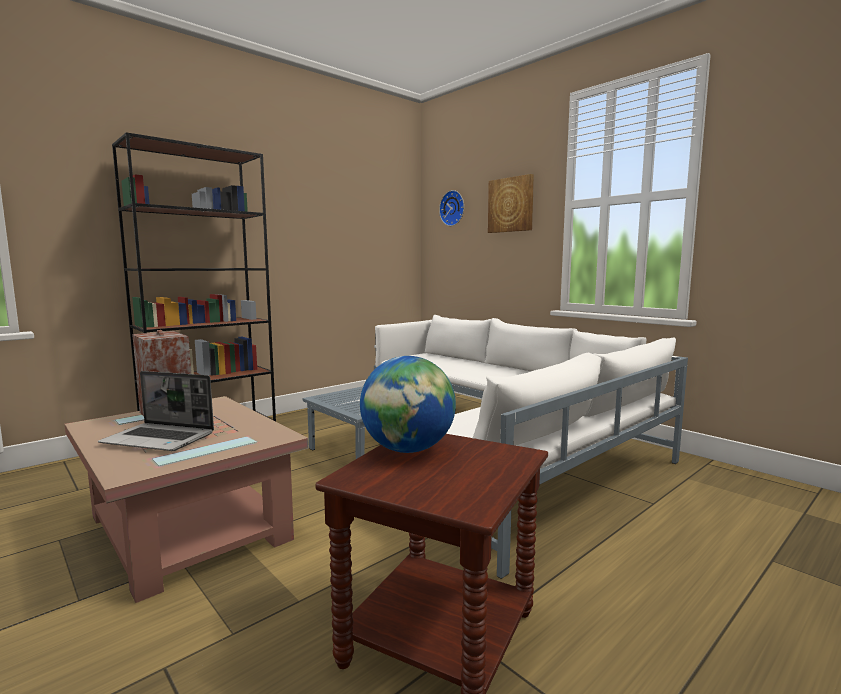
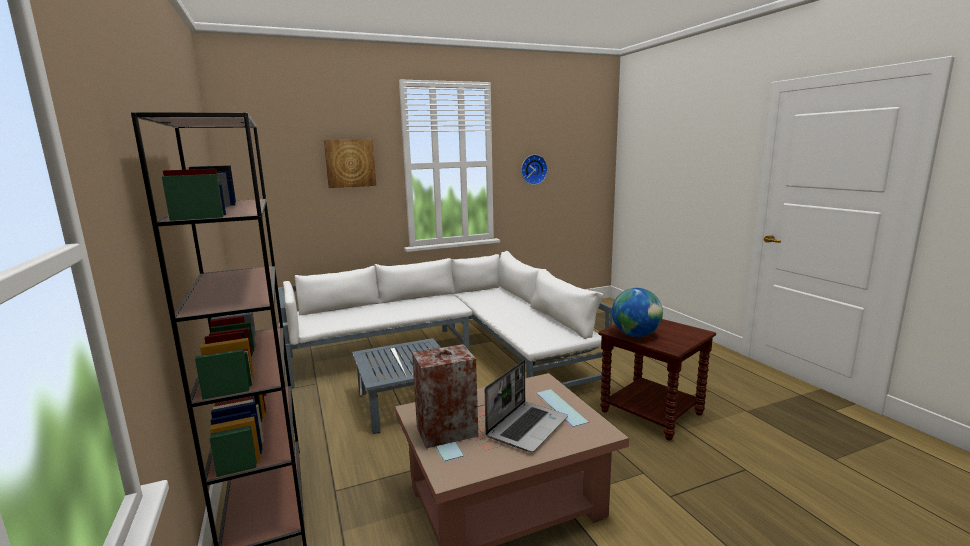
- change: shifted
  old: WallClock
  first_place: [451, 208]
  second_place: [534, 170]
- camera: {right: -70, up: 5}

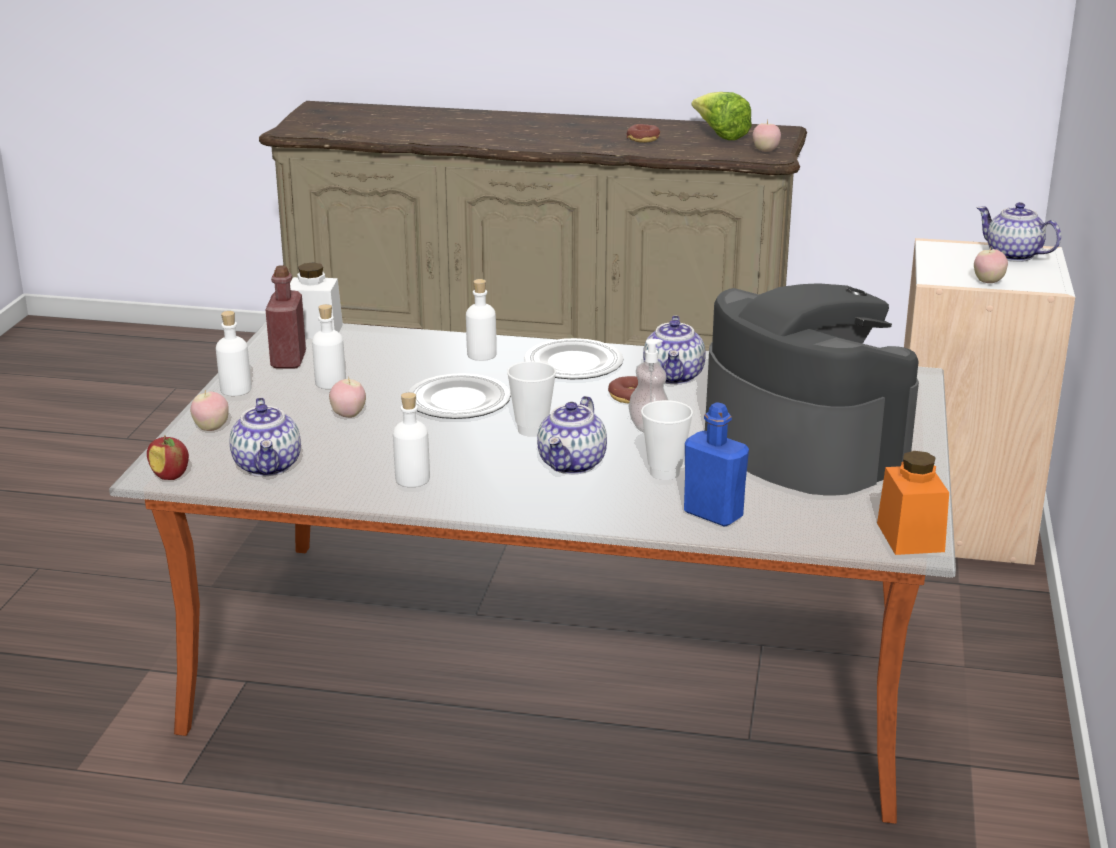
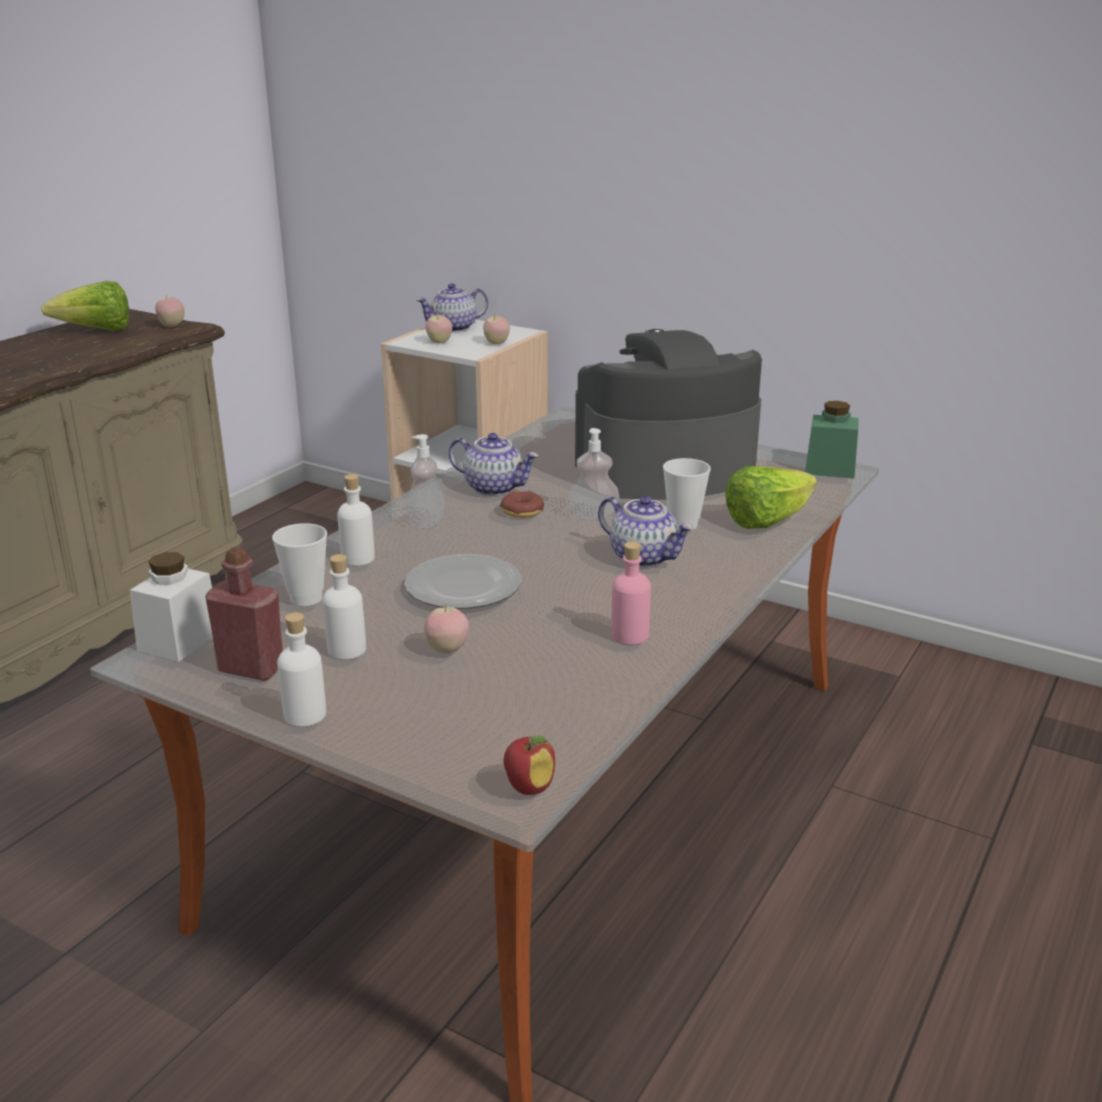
- change: shifted
  old: Apple
  first_place: [209, 410]
  second_place: [438, 329]
- change: gone
  old: Teapot
  first_place: [265, 436]
- change: repainted
  old: WhiteBottle
  new: PinkBottle
  first_place: [411, 439]
  second_place: [631, 593]
- change: shifted
  old: Cup
  first_place: [531, 399]
  second_place: [299, 564]
- change: swapped
  old: Plate
  new: SoapDispenser
  first_place: [574, 358]
  second_place: [426, 481]
- change: gone
  old: Donut
  first_place: [643, 133]
- change: swapped
  old: BlueBottle
  new: Lettuce
  first_place: [716, 465]
  second_place: [771, 497]
- change: repainted
  old: OrangeJar
  new: GreenJar
  first_place: [913, 503]
  second_place: [832, 439]
- camera: {right: -70, up: 0}

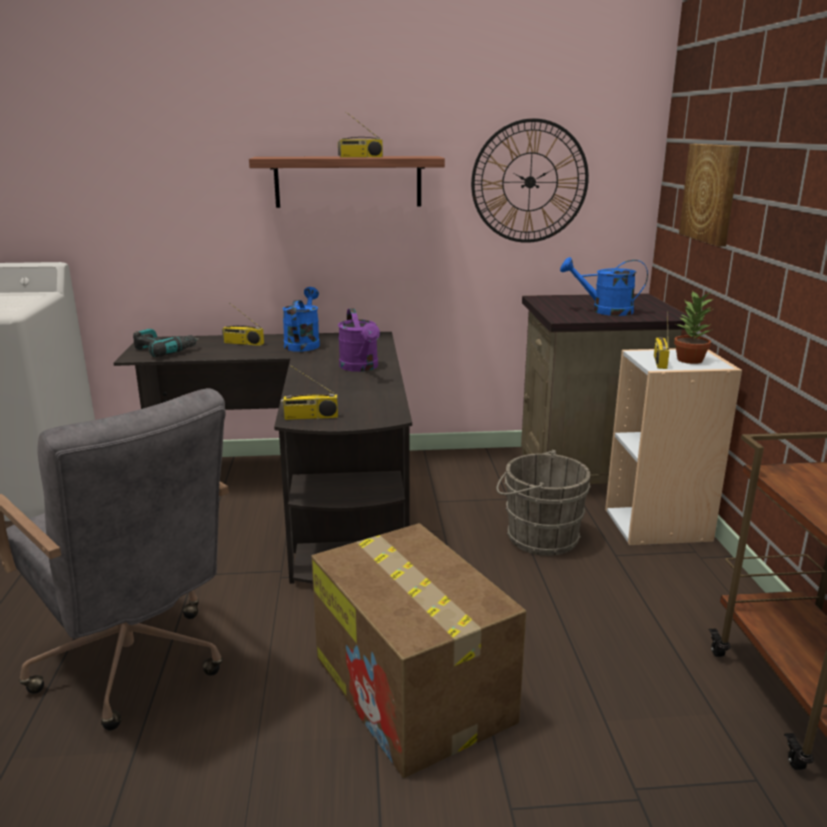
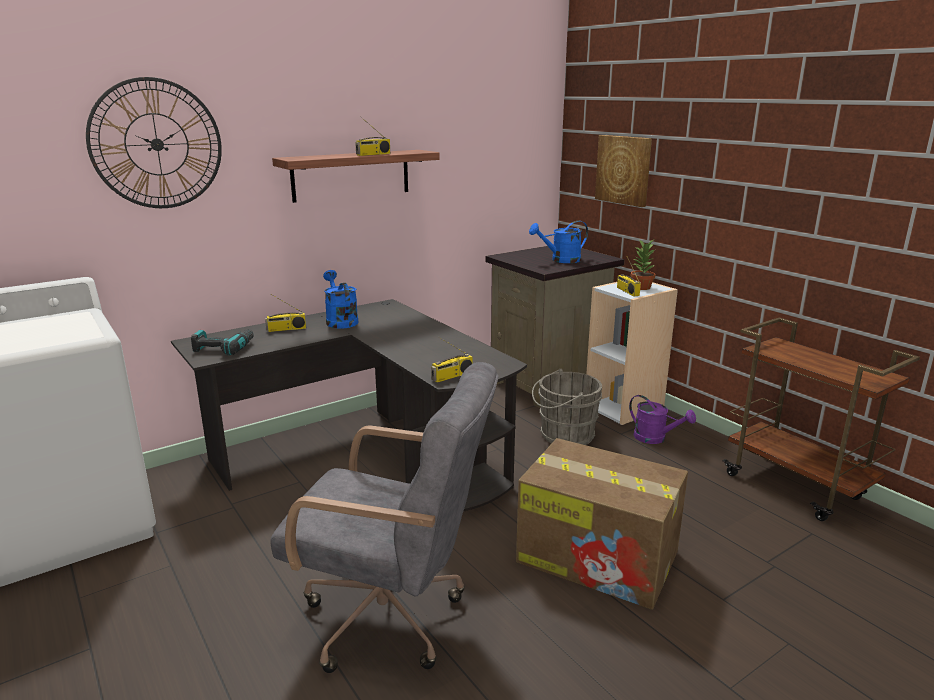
- change: shifted
  old: PurpleWateringCan
  first_place: [359, 340]
  second_place: [662, 419]
- change: shifted
  old: WallClock
  first_place: [530, 180]
  second_place: [154, 142]
- camera: {right: -30, up: 0}

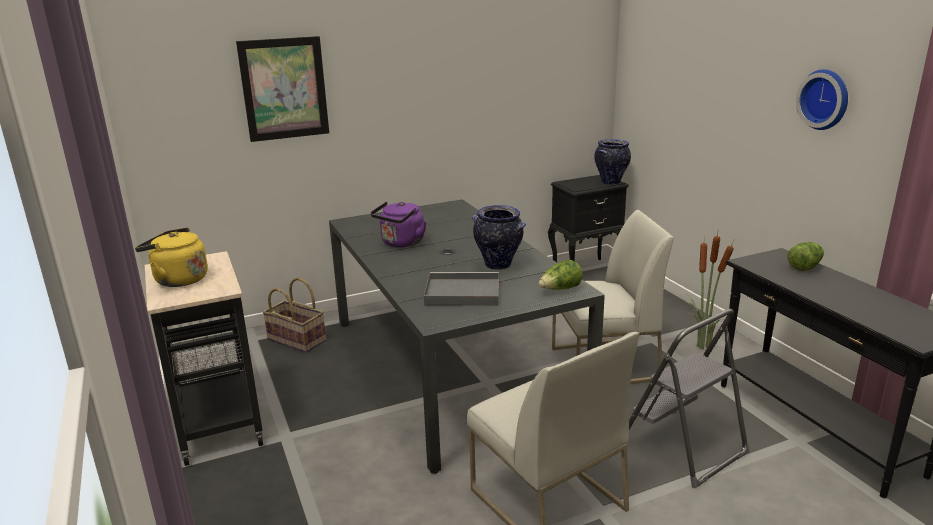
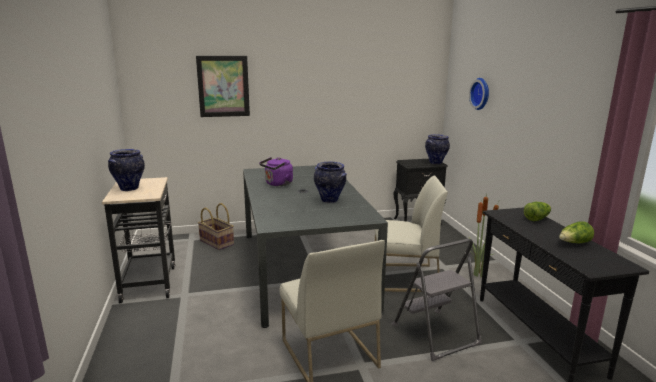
- change: swapped
  old: YellowKettle
  new: Vase
  first_place: [171, 257]
  second_place: [126, 170]
- change: gone
  old: GreyTray
  first_place: [461, 289]
- change: shifted
  old: Lettuce
  first_place: [560, 275]
  second_place: [576, 232]
- change: shifted
  old: WallClock
  first_place: [822, 99]
  second_place: [479, 94]
- camera: {right: 10, up: -5}

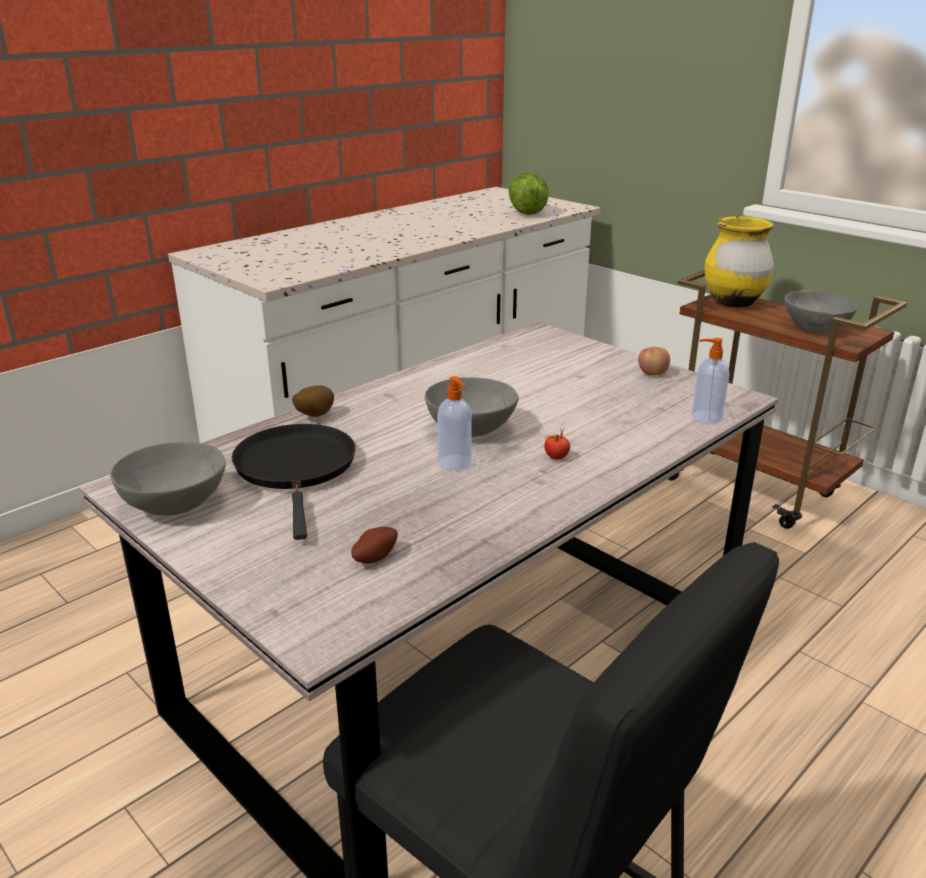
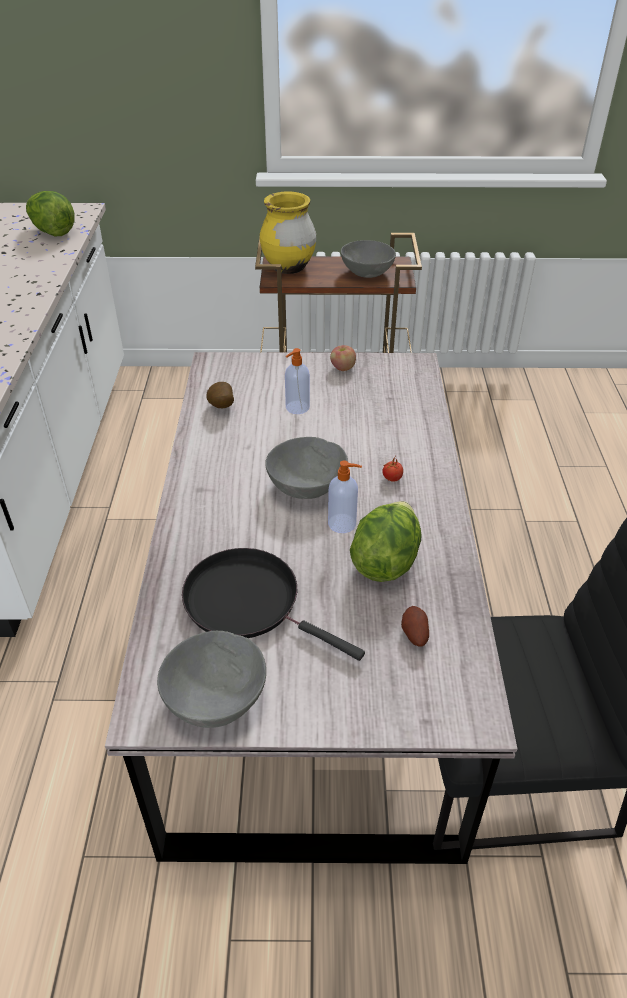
- change: shifted
  old: Potato
  first_place: [313, 401]
  second_place: [220, 395]
- change: shifted
  old: SoapDispenser
  first_place: [711, 381]
  second_place: [297, 381]
- change: new
  new: Lettuce
  second_place: [386, 541]
- camera: {right: -45, up: 15}

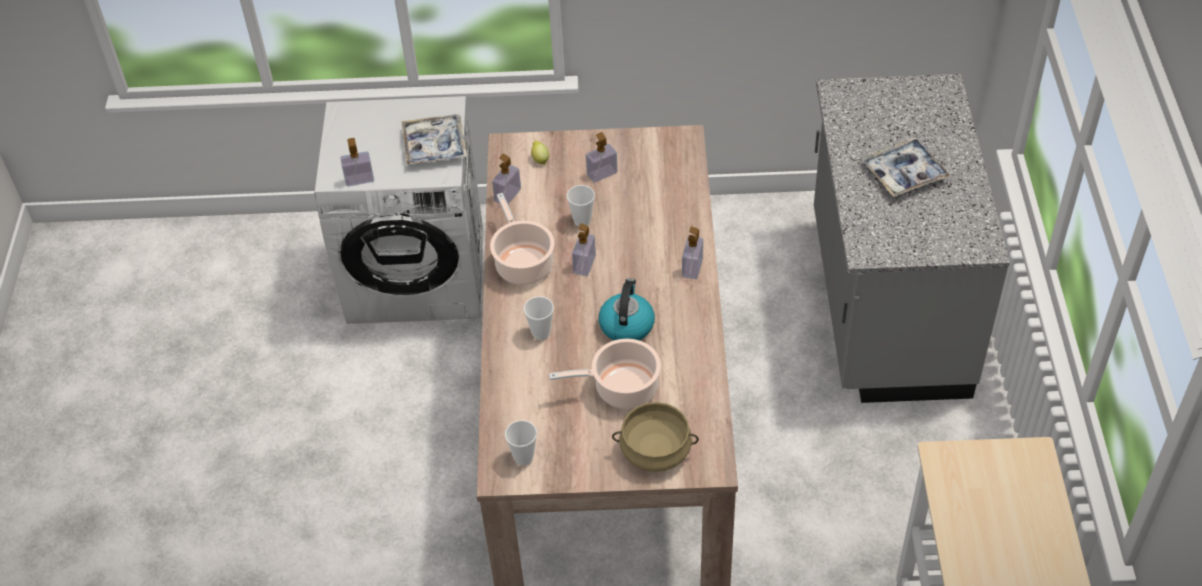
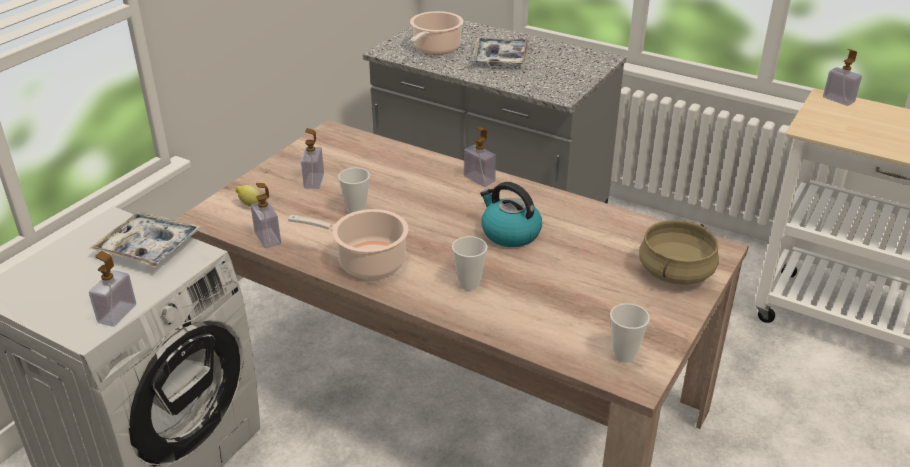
- change: shifted
  old: CookingPot
  first_place: [605, 373]
  second_place: [436, 33]
- change: shifted
  old: SoapDispenser
  first_place: [584, 249]
  second_place: [842, 77]
- camera: {right: -60, up: -15}

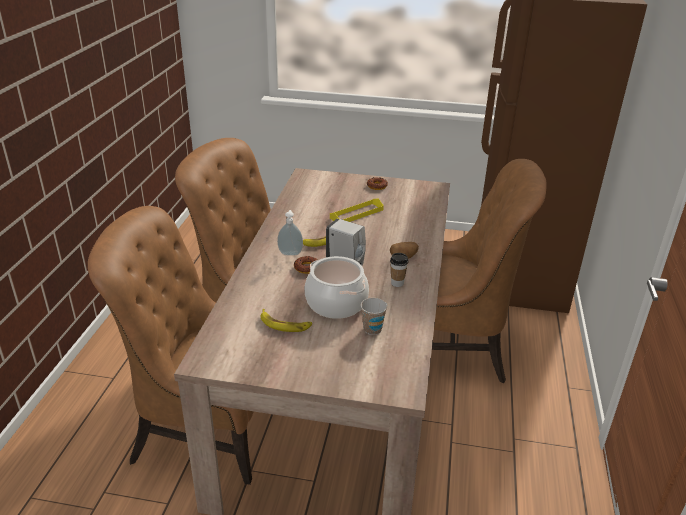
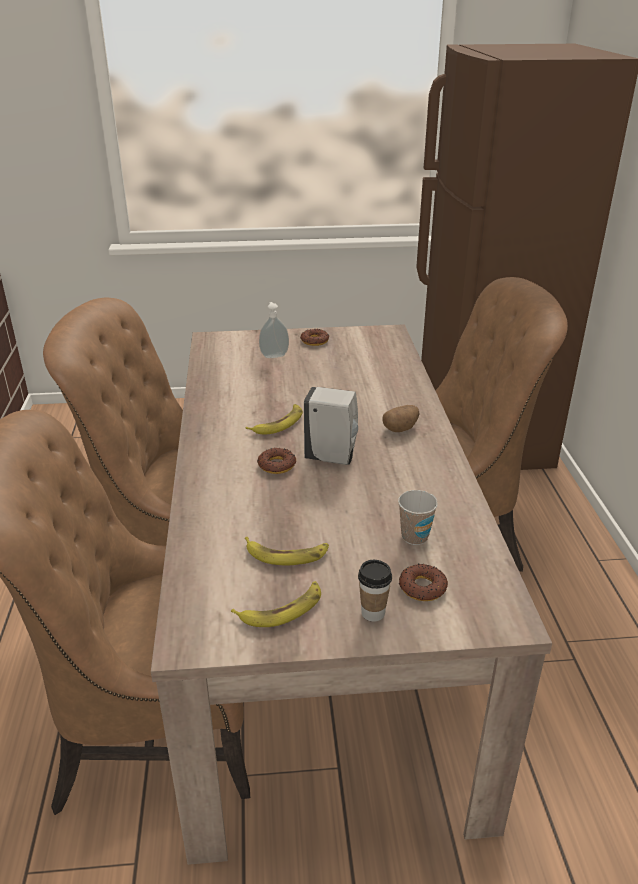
- change: shifted
  old: SoapDispenser
  first_place: [290, 233]
  second_place: [274, 330]
- change: gone
  old: CookingPot
  first_place: [337, 287]
- change: gone
  old: YellowTray
  first_place: [357, 210]
- change: shifted
  old: Cup
  first_place: [399, 270]
  second_place: [375, 591]
- change: new
  new: Banana
  second_place: [276, 604]
- change: new
  new: Donut
  second_place: [423, 582]
- camera: {right: -15, up: 0}

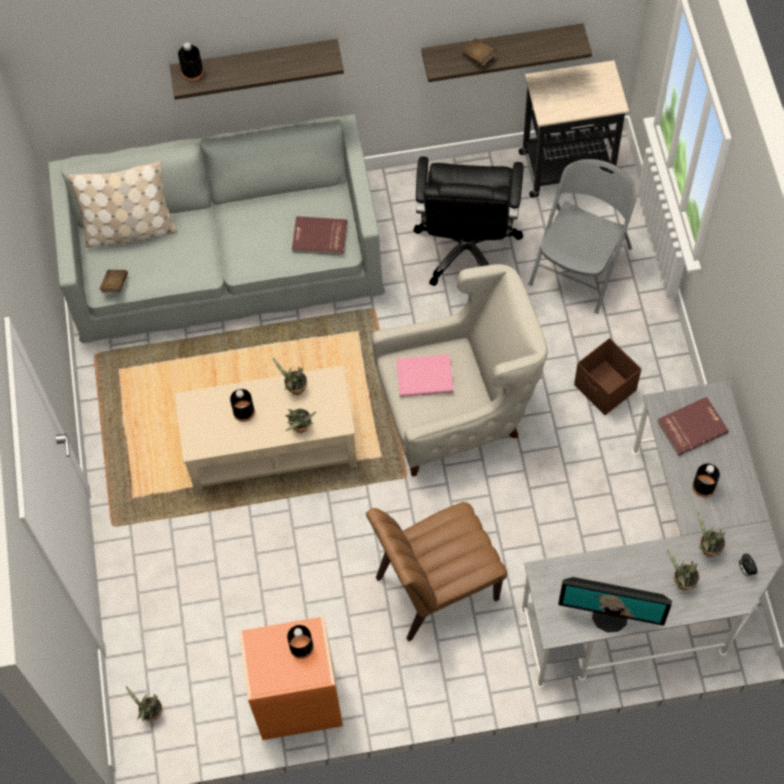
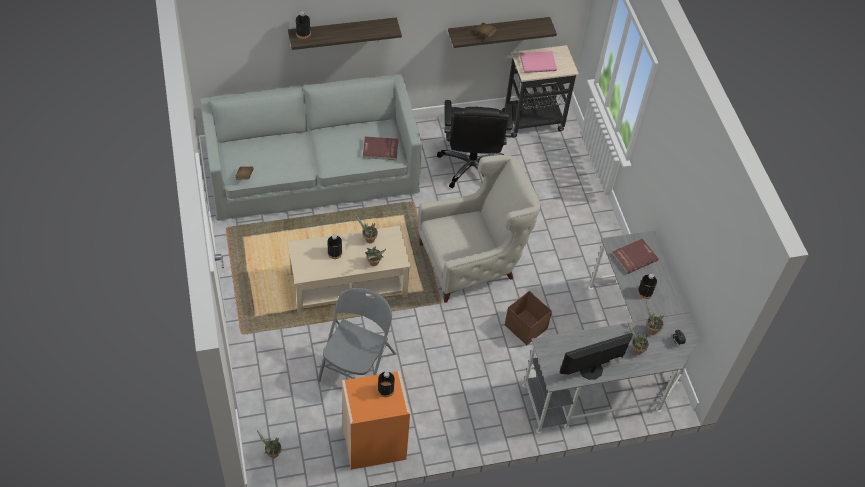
- change: gone
  old: BeigePillow
  first_place: [122, 205]
- change: gone
  old: BrownChair
  first_place: [436, 572]
- change: shifted
  old: PinkBook
  first_place: [425, 375]
  second_place: [538, 62]
- change: shifted
  old: GreyChair
  first_place: [582, 236]
  second_place: [356, 335]
- change: rotated
  old: Monitor
  first_place: [615, 604]
  second_place: [596, 356]
  degrees: 150
- change: shifted
  old: BrownStorageBox
  first_place: [607, 376]
  second_place: [528, 318]
- camera: {right: -10, up: -10}

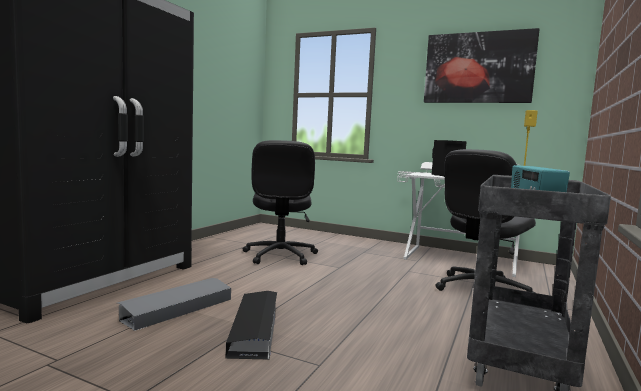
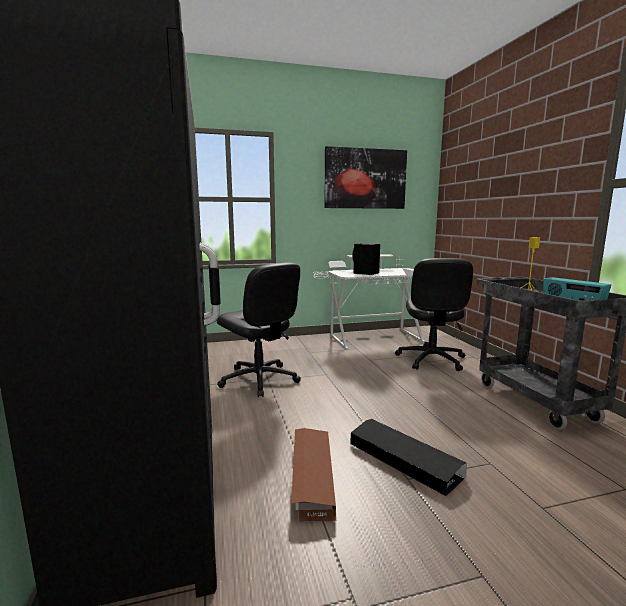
- change: repainted
  old: GreyStorageBox
  new: BrownStorageBox
  first_place: [174, 304]
  second_place: [313, 474]
- camera: {right: -40, up: 5}

